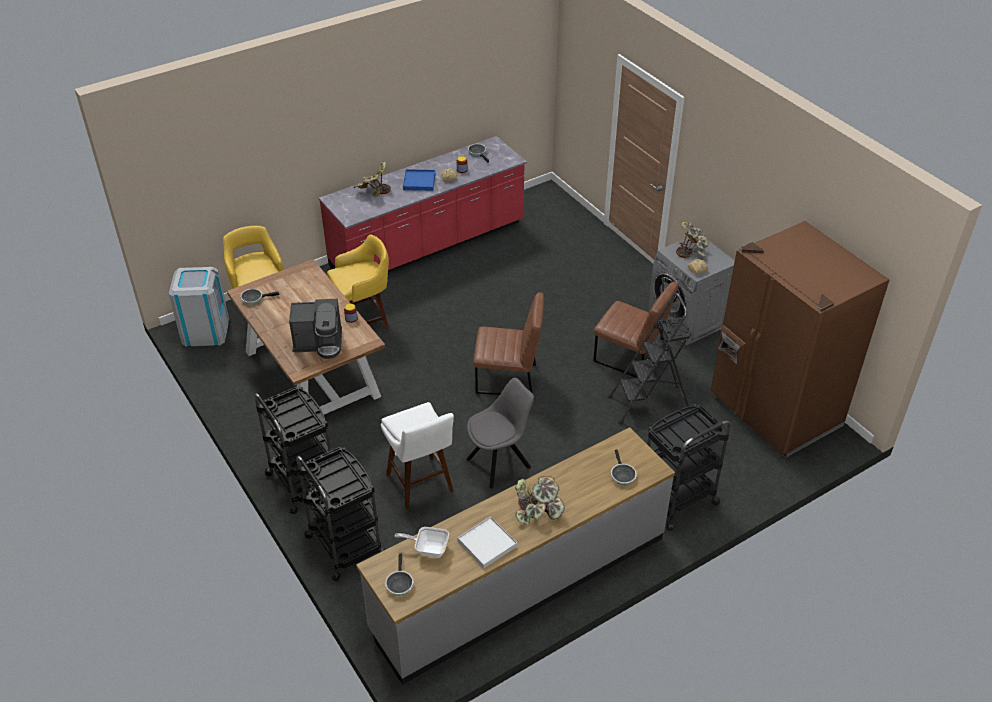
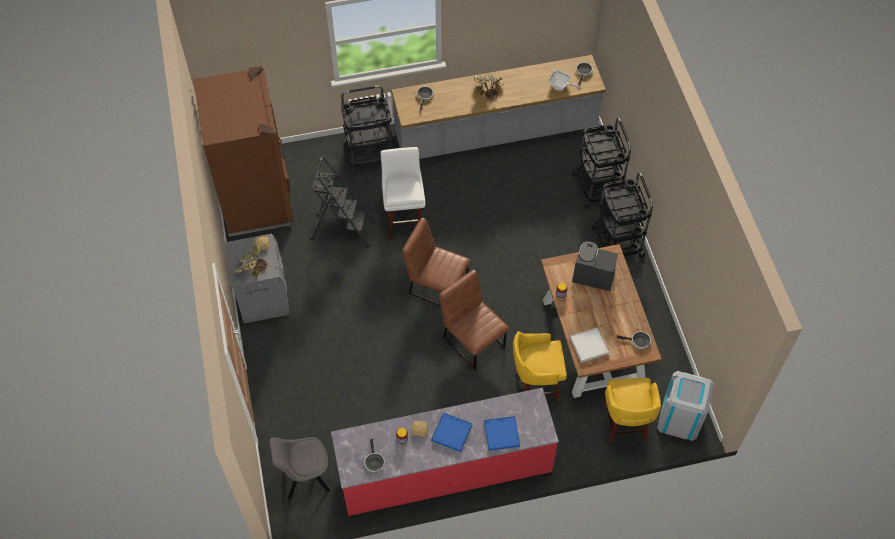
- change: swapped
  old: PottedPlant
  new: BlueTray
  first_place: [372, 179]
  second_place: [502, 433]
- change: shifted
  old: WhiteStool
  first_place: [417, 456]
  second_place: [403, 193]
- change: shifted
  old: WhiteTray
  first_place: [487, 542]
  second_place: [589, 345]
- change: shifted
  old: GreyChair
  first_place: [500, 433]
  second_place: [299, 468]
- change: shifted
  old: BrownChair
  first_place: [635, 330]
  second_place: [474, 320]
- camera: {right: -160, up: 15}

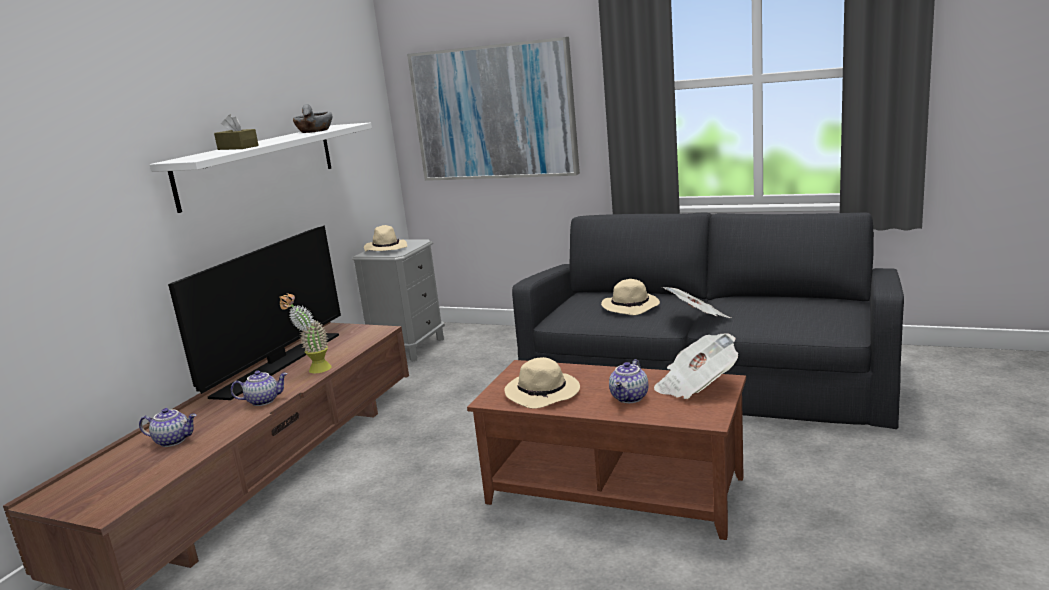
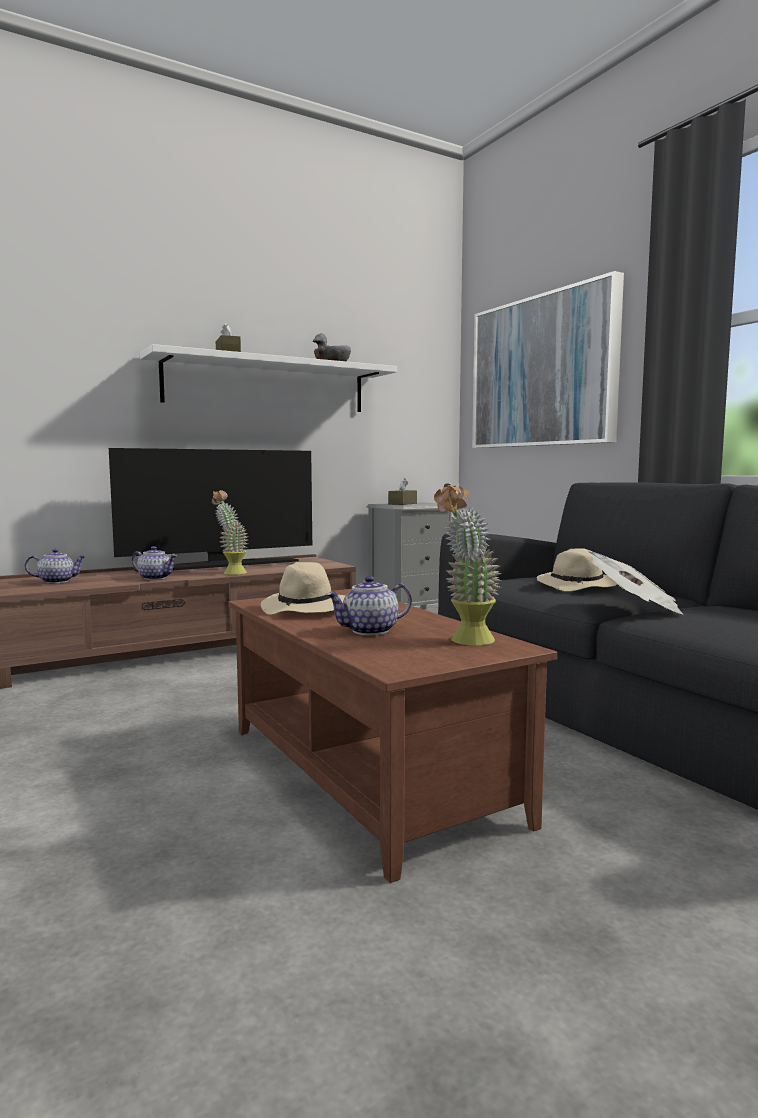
- change: rotated
  old: Teapot
  first_place: [168, 427]
  second_place: [55, 566]
  degrees: -60
- change: swapped
  old: BeigeHat
  new: BrownTissueBox
  first_place: [385, 238]
  second_place: [402, 491]
- change: swapped
  old: Newspaper
  new: PottedPlant
  first_place: [696, 366]
  second_place: [468, 564]
- camera: {right: 35, up: -10}

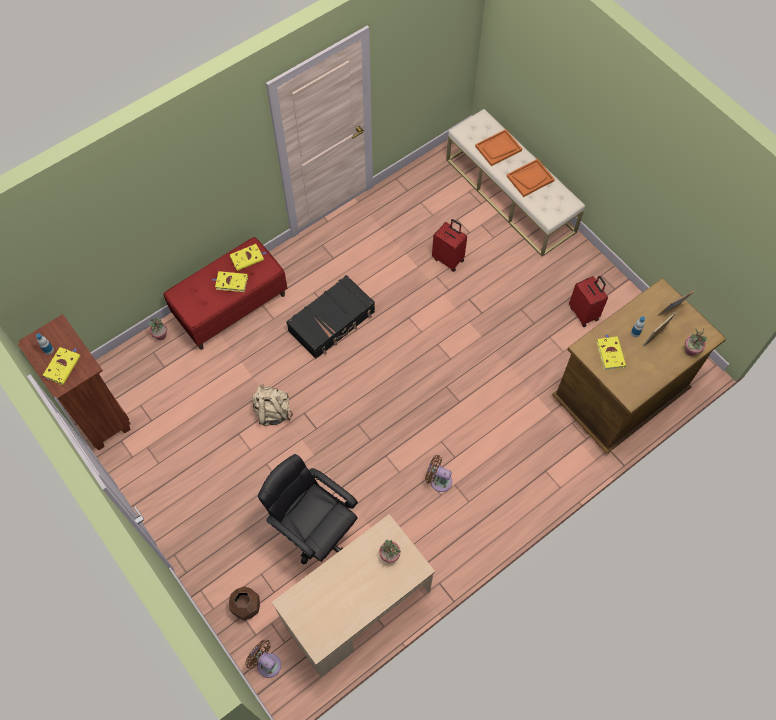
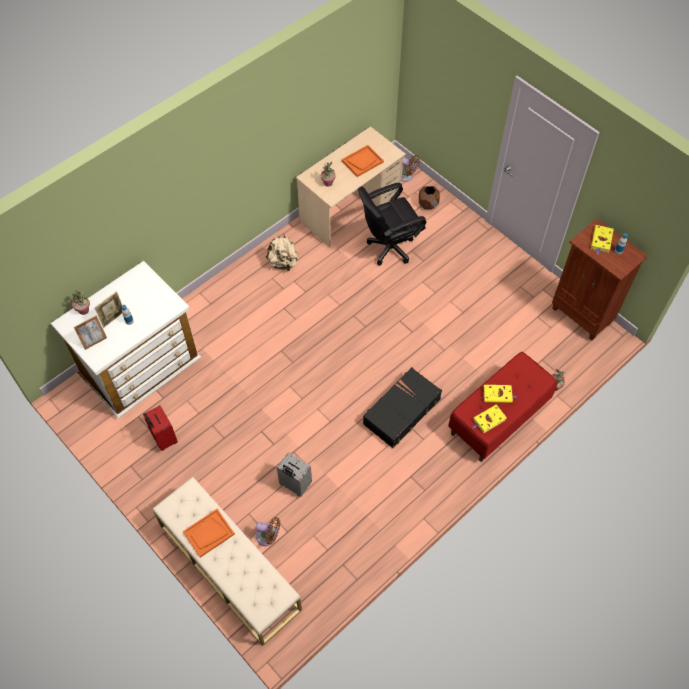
- change: shifted
  old: BeigeBackpack
  first_place: [272, 405]
  second_place: [282, 252]
- change: rotated
  old: BlackOfficeChair
  first_place: [308, 509]
  second_place: [392, 224]
  degrees: 120
- change: shifted
  old: BrownFan
  first_place: [438, 473]
  second_place: [268, 531]
- change: repainted
  old: RedSuitcase
  new: GreySuitcase
  first_place: [449, 245]
  second_place: [294, 475]
- change: shifted
  old: OrangeTray
  first_place: [498, 147]
  second_place: [363, 161]
- change: repainted
  old: BrownDresser
  new: WhiteDresser
  first_place: [639, 366]
  second_place: [126, 340]
- change: gone
  old: YellowBook
  first_place: [611, 352]
- camera: {right: 175, up: -5}

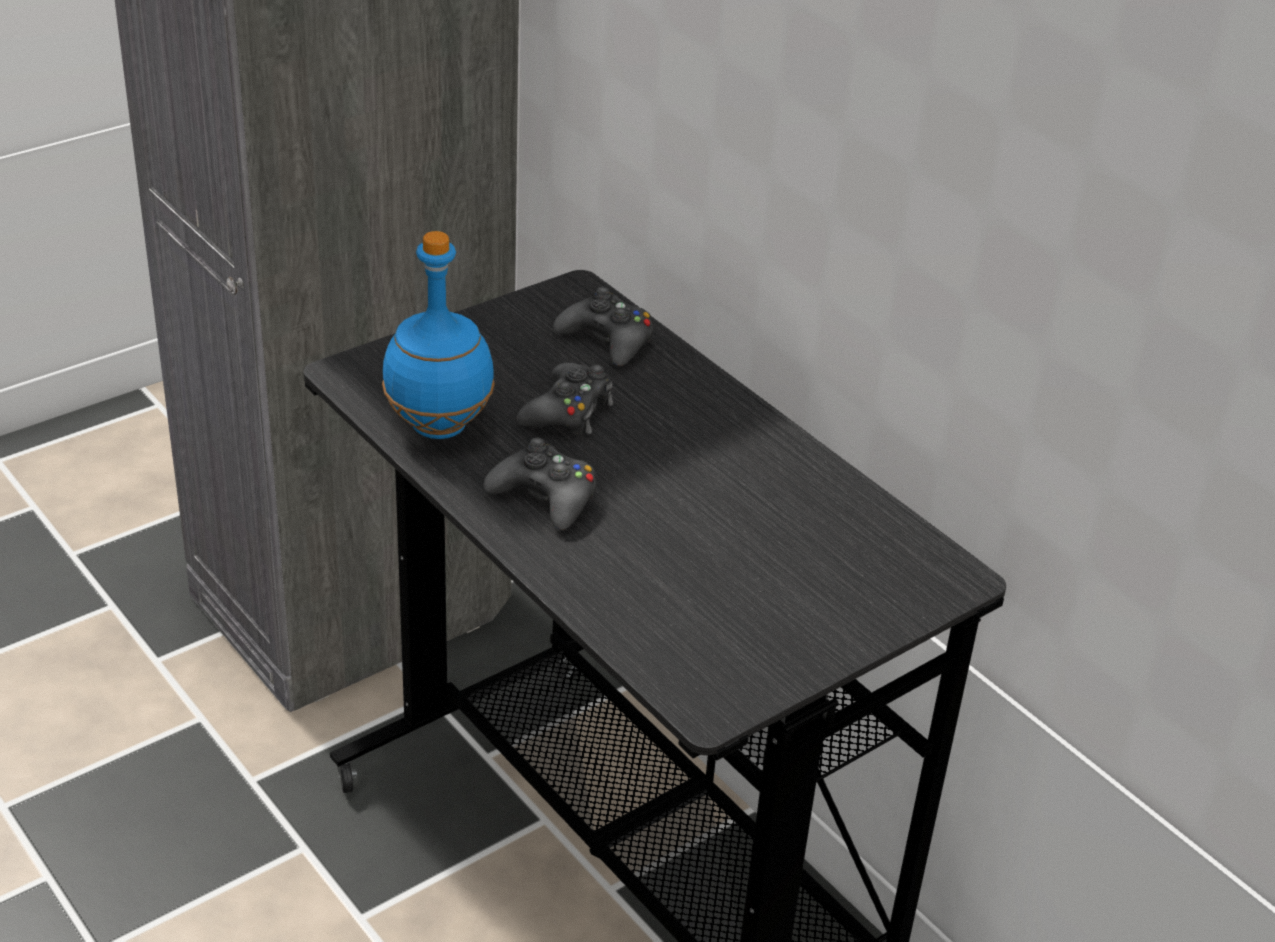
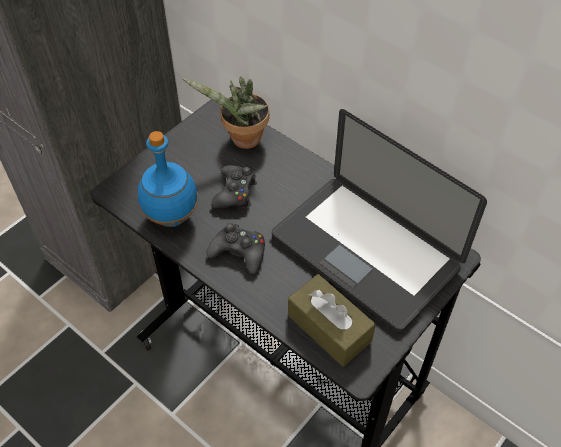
- change: swapped
  old: BlackGameController
  new: PottedPlant
  first_place: [603, 326]
  second_place: [225, 112]
- change: new
  new: Laptop
  second_place: [379, 220]
- change: new
  new: BrownTissueBox
  second_place: [332, 320]
- camera: {right: -10, up: 15}

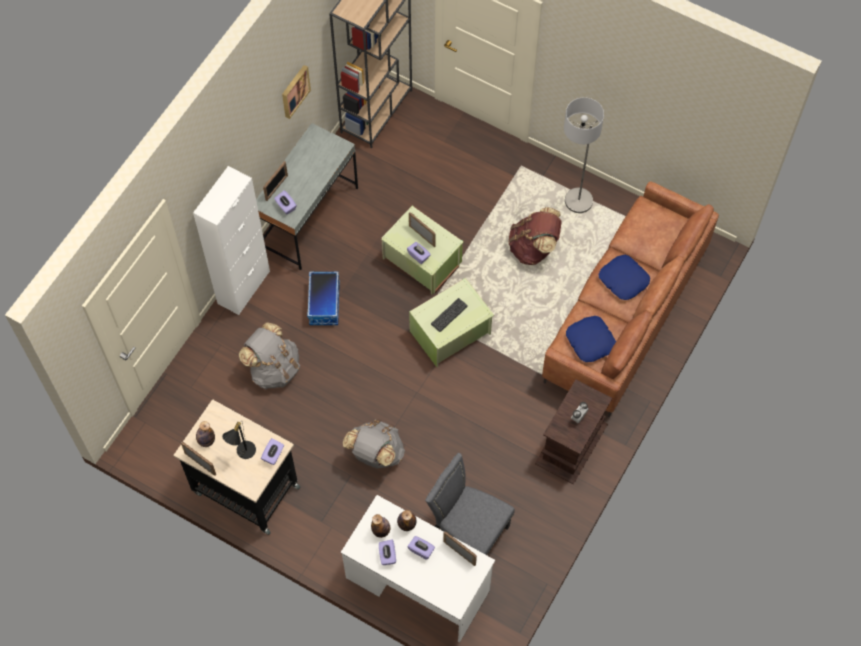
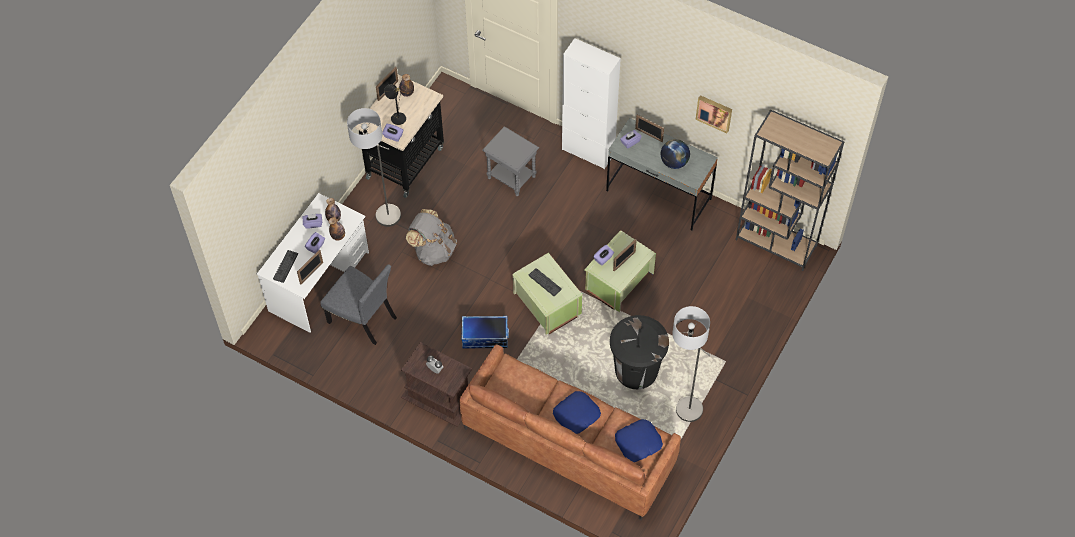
- change: swapped
  old: GreyBackpack
  new: GreySideTable
  first_place: [269, 356]
  second_place: [510, 161]
- change: shifted
  old: StorageBox
  first_place: [323, 298]
  second_place: [485, 332]
- change: rotated
  old: GreyChair
  first_place: [470, 504]
  second_place: [358, 304]
  degrees: 90
- change: swapped
  old: BrownBackpack
  new: BlackTrashCan
  first_place: [535, 236]
  second_place: [639, 352]
- change: shifted
  old: BluePillow
  first_place: [591, 339]
  second_place: [639, 440]
- change: new
  new: Keyboard
  second_place: [285, 266]
- change: new
  new: GreyFloorLamp
  second_place: [374, 167]
- change: new
  new: Globe
  second_place: [675, 154]
- camera: {right: 90, up: -5}

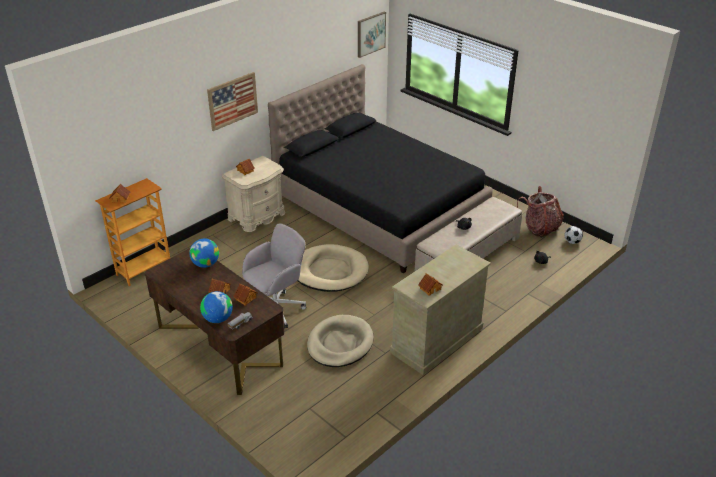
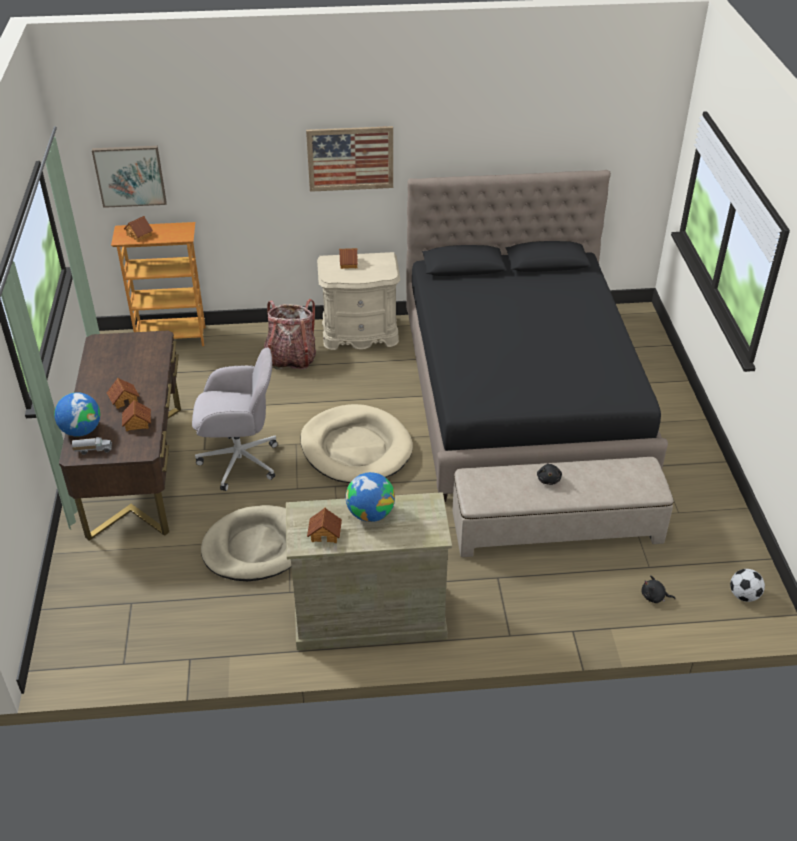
- change: shifted
  old: Globe
  first_place: [204, 253]
  second_place: [370, 497]
- change: shifted
  old: Picture
  first_place: [372, 35]
  second_place: [129, 177]
- change: shifted
  old: Backpack
  first_place: [540, 212]
  second_place: [290, 334]
- camera: {right: 40, up: 5}

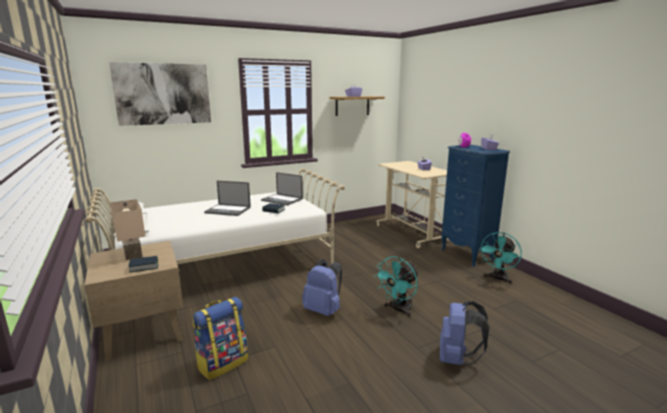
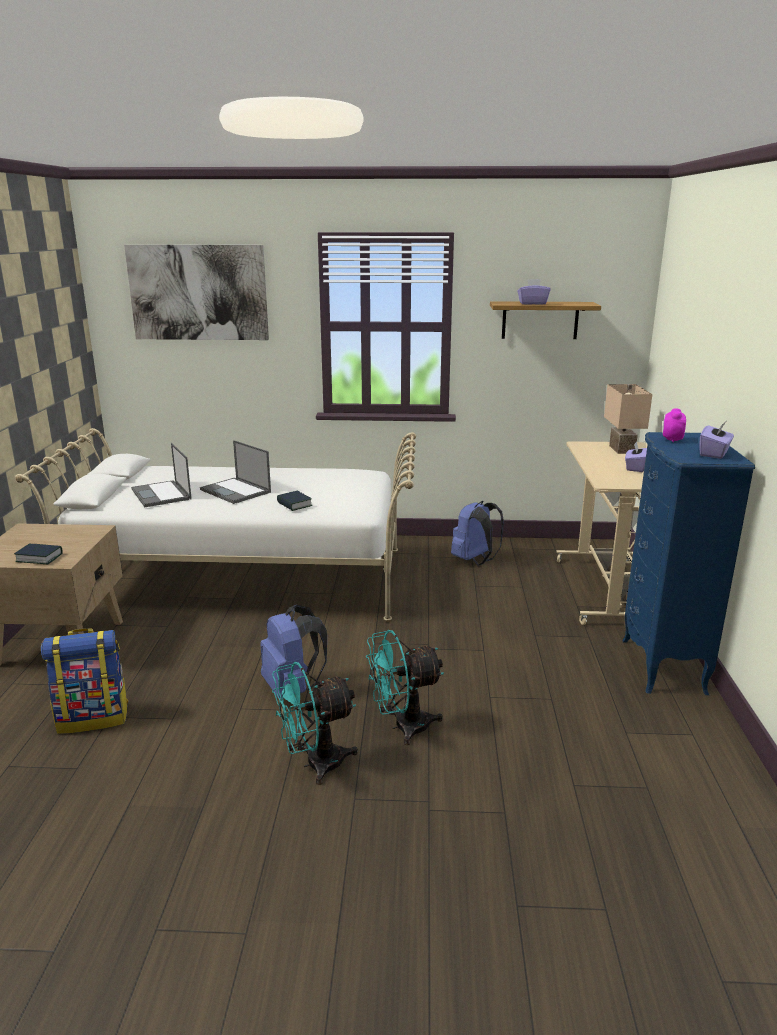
- change: shifted
  old: BeigeTableLamp
  first_place: [128, 229]
  second_place: [628, 419]
- change: shifted
  old: Laptop
  first_place: [282, 189]
  second_place: [161, 475]
- change: shifted
  old: BlueBackpack
  first_place: [465, 333]
  second_place: [477, 533]
- change: shifted
  old: TurquoiseFan
  first_place: [500, 258]
  second_place: [315, 723]
- camera: {right: 30, up: 5}

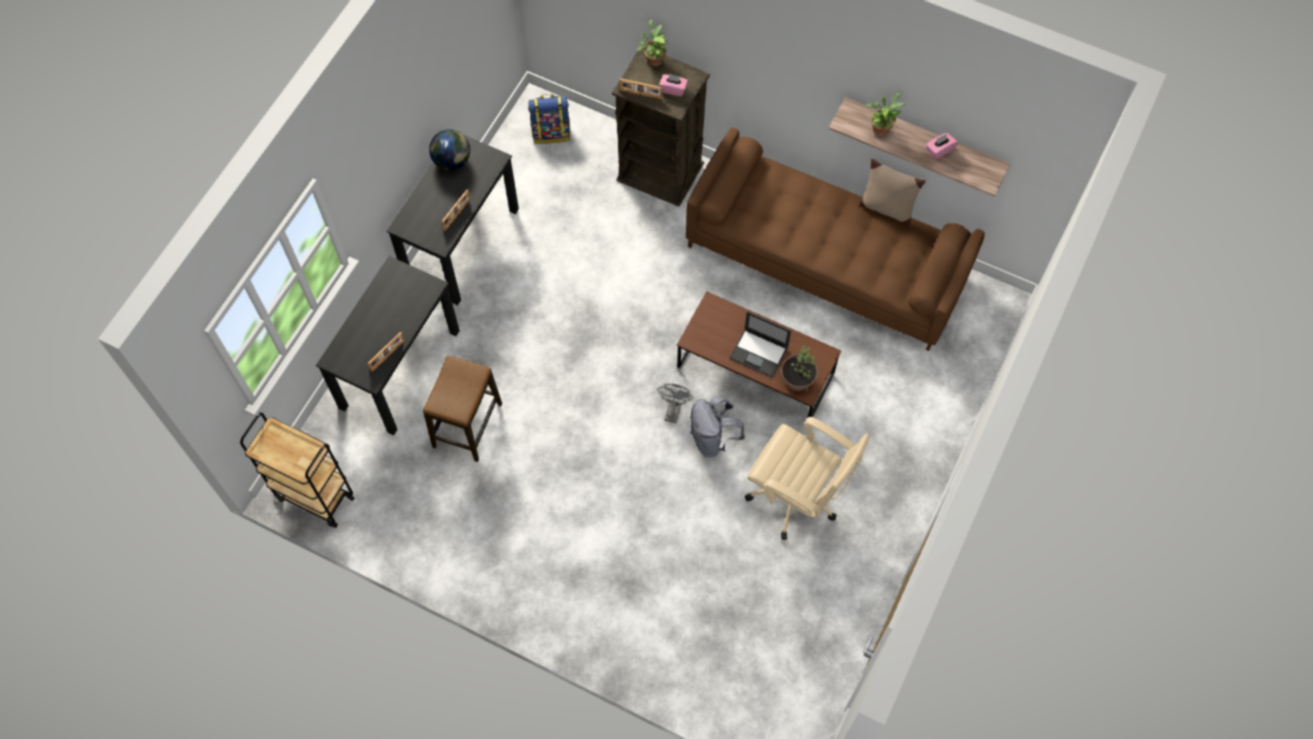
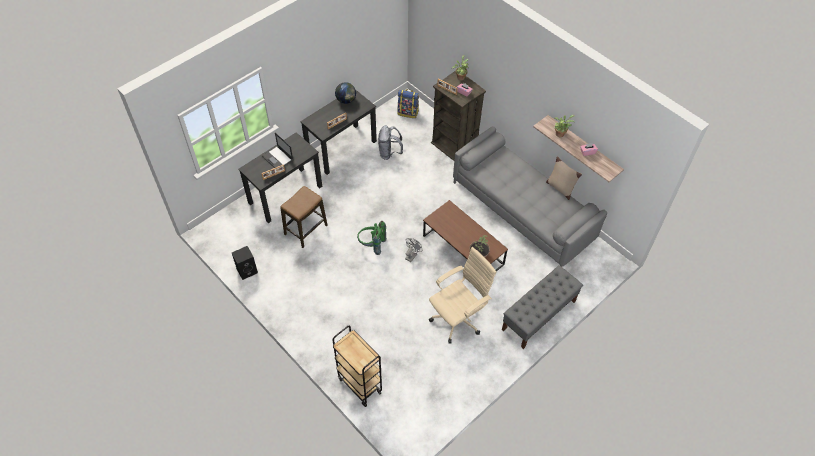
- change: shifted
  old: BrownCart
  first_place: [297, 470]
  second_place: [357, 366]
- change: repainted
  old: BrownSofa
  new: GreySofa
  first_place: [835, 239]
  second_place: [530, 196]
- change: shifted
  old: GreyBackpack
  first_place: [717, 426]
  second_place: [390, 142]
- change: shifted
  old: Laptop
  first_place: [760, 344]
  second_place: [277, 150]
- change: rotated
  old: BeigeOfficeChair
  first_place: [807, 478]
  second_place: [462, 295]
  degrees: -90
- change: new
  new: BlackSpeaker
  second_place: [245, 263]
- change: new
  new: GreenBackpack
  second_place: [372, 238]
- change: new
  new: GreyBench
  second_place: [542, 307]
- camera: {right: 20, up: -10}

